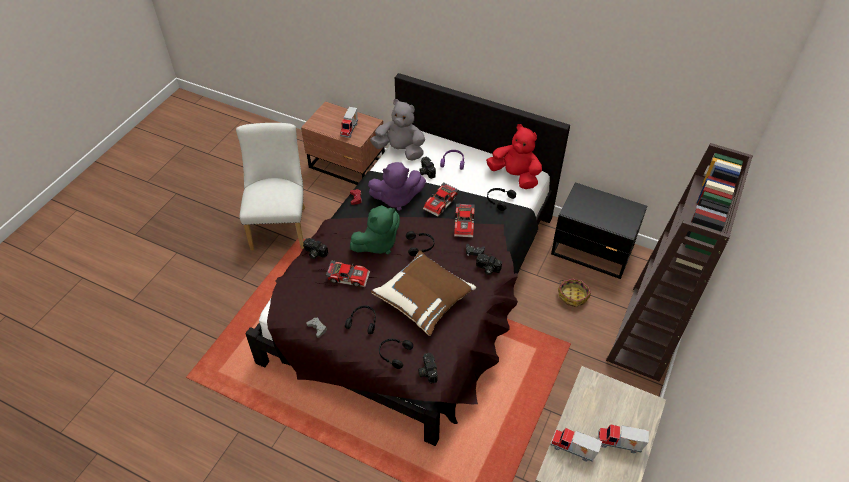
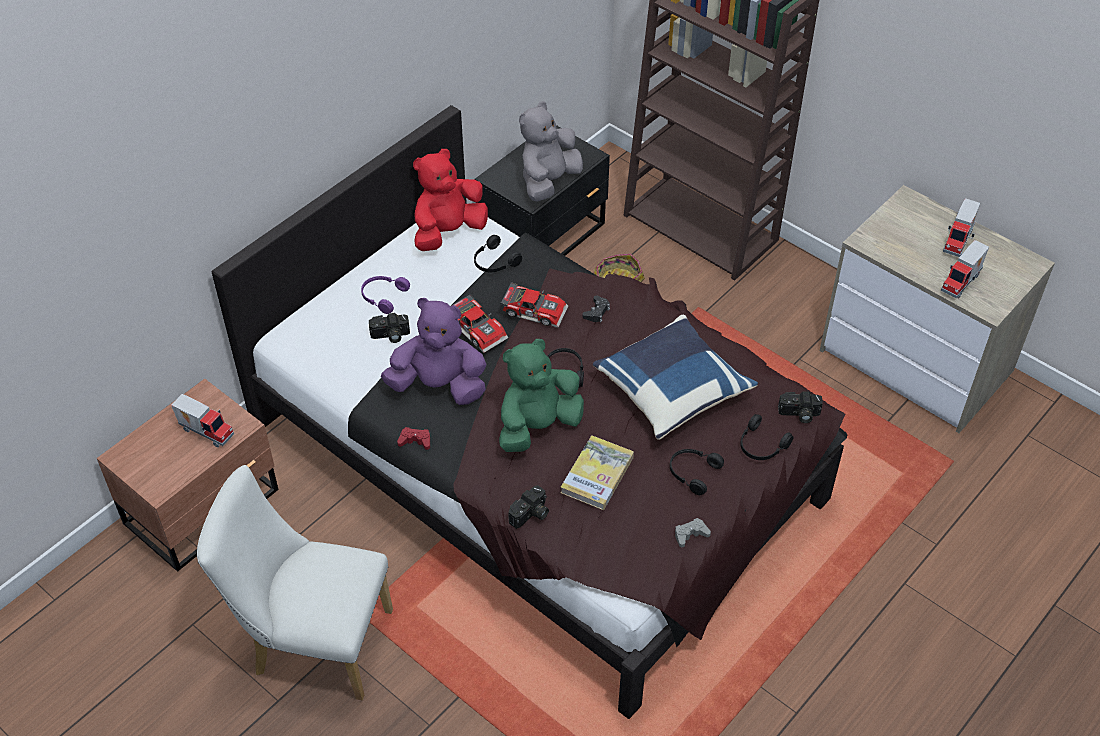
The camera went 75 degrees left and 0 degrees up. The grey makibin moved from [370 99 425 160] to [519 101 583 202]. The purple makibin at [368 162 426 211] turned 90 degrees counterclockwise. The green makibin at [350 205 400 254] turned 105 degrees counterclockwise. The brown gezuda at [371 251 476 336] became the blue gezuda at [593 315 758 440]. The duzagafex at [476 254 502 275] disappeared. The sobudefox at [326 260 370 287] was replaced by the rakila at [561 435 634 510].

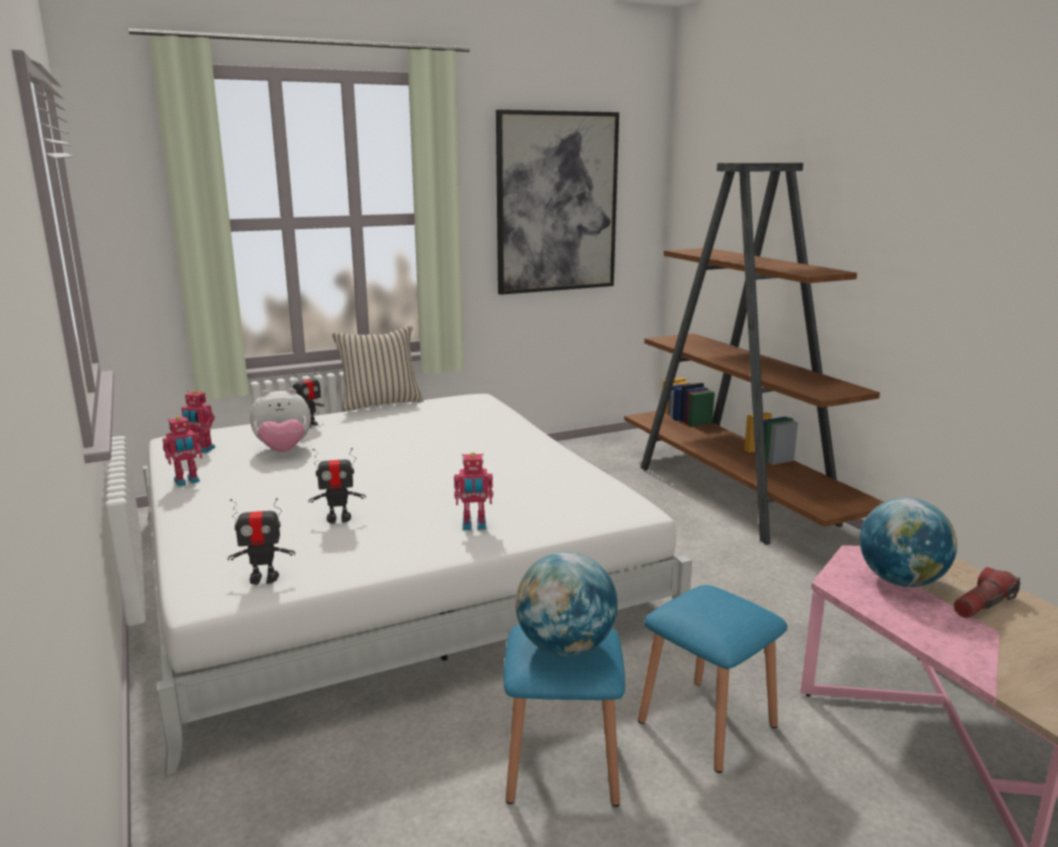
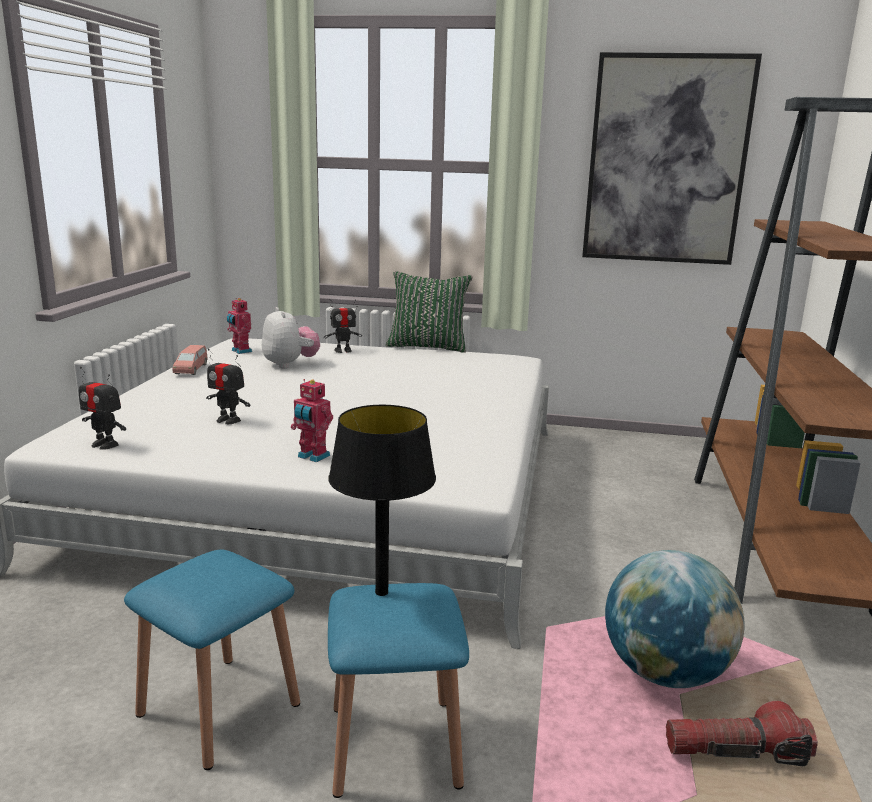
The camera went 35 degrees right and 0 degrees up. The beige gezuda at [332 326 424 411] became the green gezuda at [386 271 473 353]. The makibin at [250 388 311 452] turned 135 degrees counterclockwise. The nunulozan at [163 416 202 486] was replaced by the pink sobudefox at [172 345 208 375]. The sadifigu at [515 552 618 656] disappeared. The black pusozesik at [329 405 436 596] appeared.

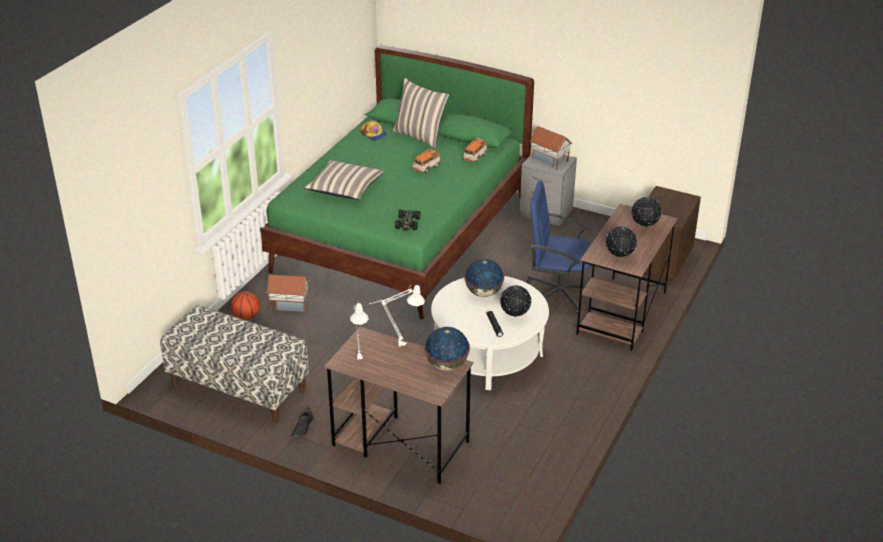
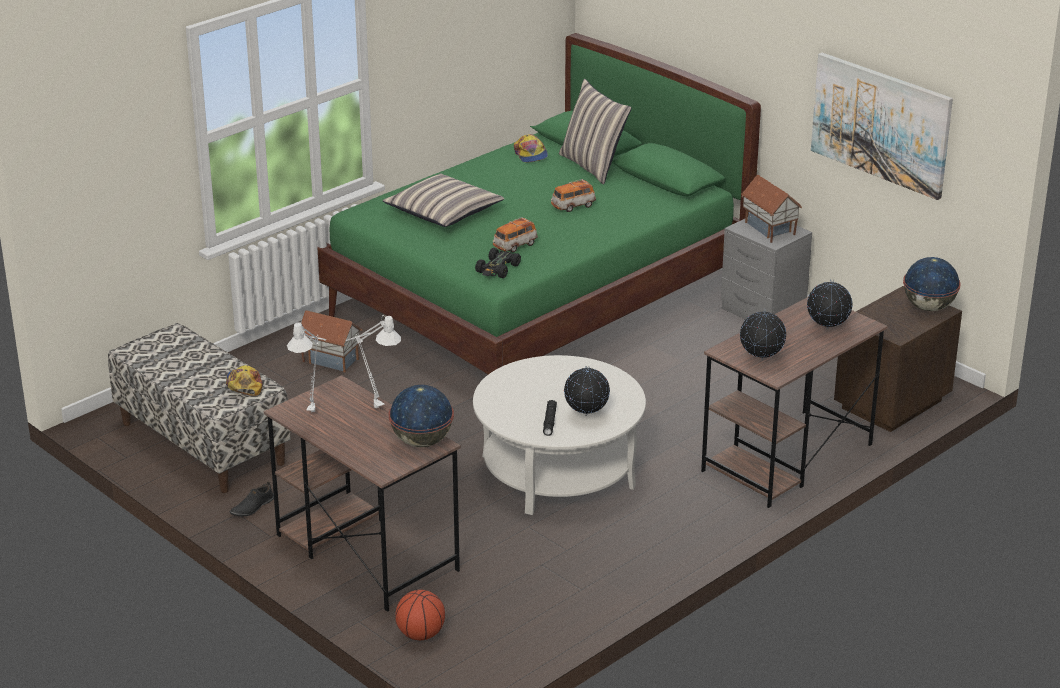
The camera went 20 degrees right and 5 degrees down. The sobudefox moved from [463 138 487 162] to [493 217 538 253]. The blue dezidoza at [527 181 592 314] disappeared. The sadifigu moved from [464 259 504 297] to [903 257 961 311]. The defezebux moved from [231 291 260 320] to [395 590 445 640]. The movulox at [811 53 953 200] appeared. The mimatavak at [226 365 263 396] appeared.

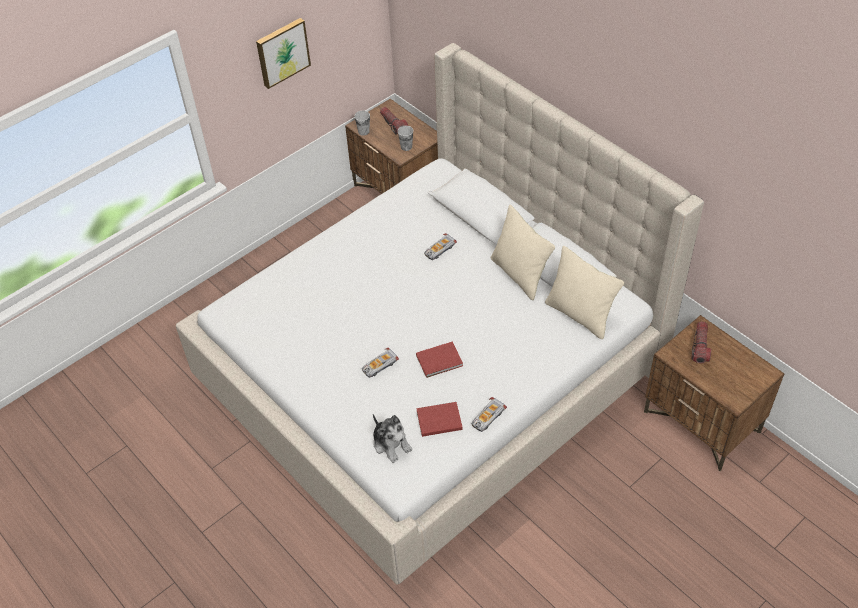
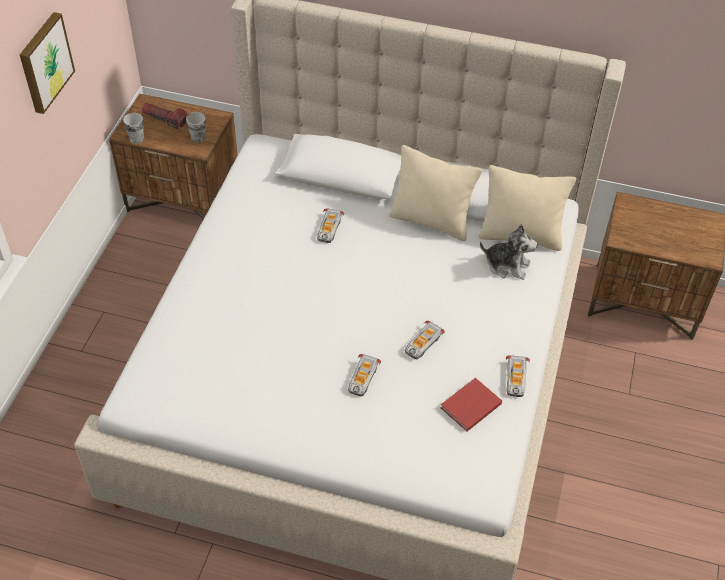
The camera went 35 degrees left and 0 degrees up. The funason at [691 321 711 363] disappeared. The red rakila at [416 341 463 378] was replaced by the sobudefox at [405 321 445 360]. The makibin moved from [373 414 412 463] to [480 224 537 280].

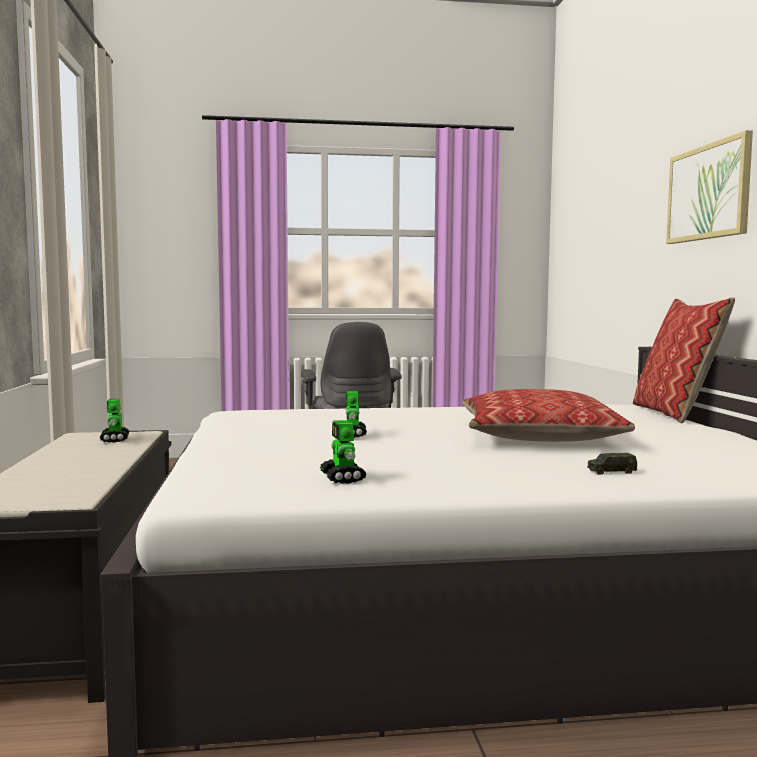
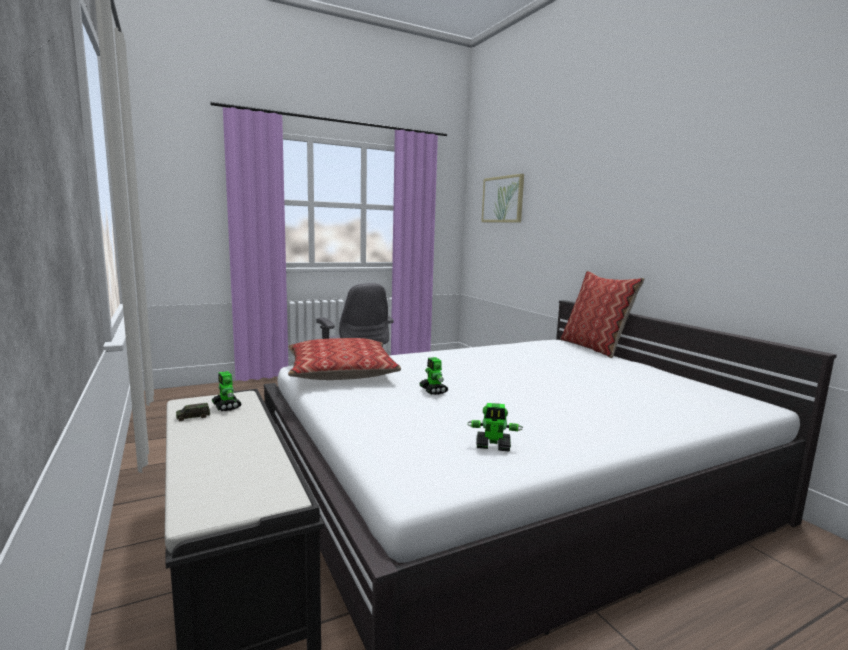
The camera went 20 degrees left and 5 degrees up. The movulox moved from [666 130 753 244] to [481 174 524 223]. The gezuda moved from [462 389 635 442] to [288 338 401 380]. The nunulozan at [320 420 366 484] turned 45 degrees counterclockwise. The sobudefox moved from [587 453 638 475] to [176 403 210 421].

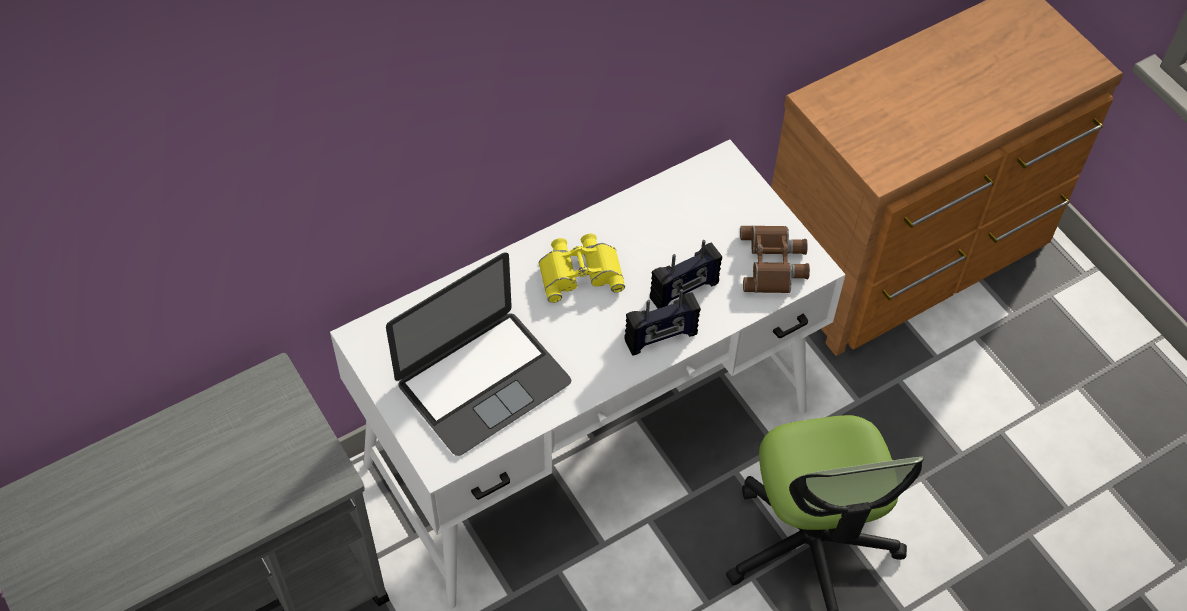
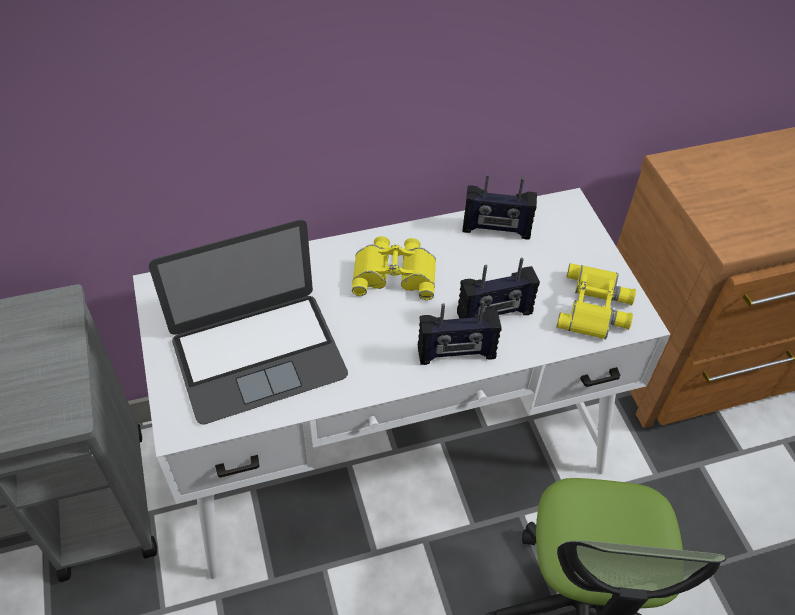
The camera went 15 degrees right and 5 degrees down. The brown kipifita at [740 225 810 293] became the yellow kipifita at [556 263 636 339]. The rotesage at [463 174 537 239] appeared.

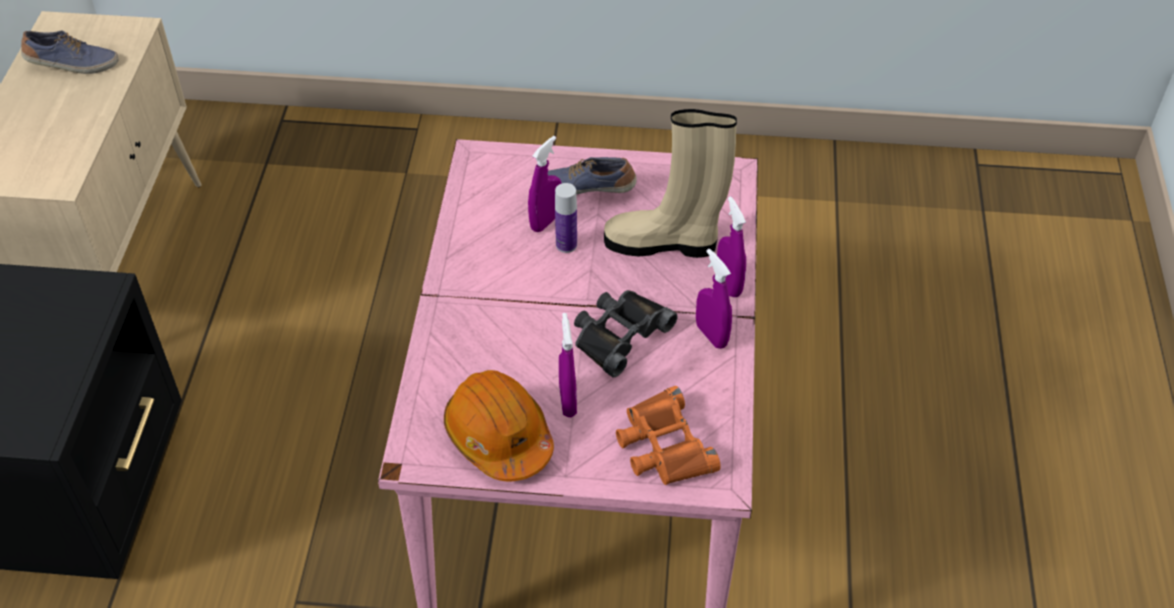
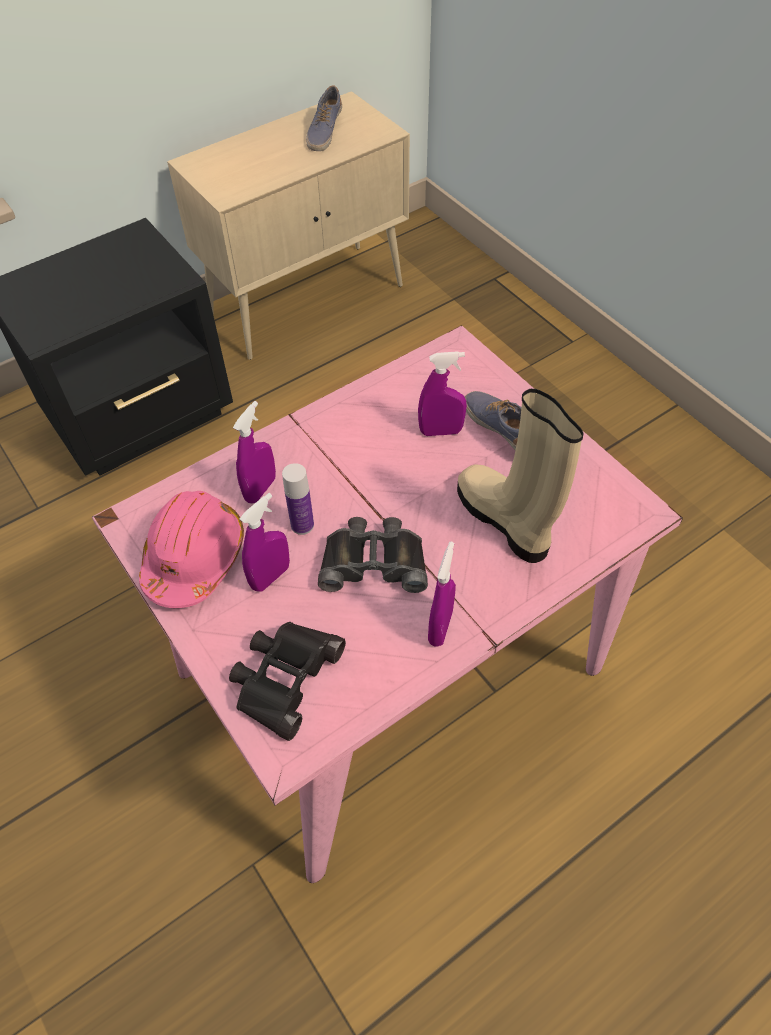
The camera went 50 degrees right and 5 degrees up. The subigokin at [21 31 118 74] turned 60 degrees clockwise. The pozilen moved from [555 183 577 253] to [282 463 314 535]. The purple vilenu moved from [717 196 746 297] to [233 401 276 504]. The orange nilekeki at [444 370 554 482] became the pink nilekeki at [139 491 244 608]. The orange kipifita at [616 386 721 485] became the black kipifita at [229 622 346 741].

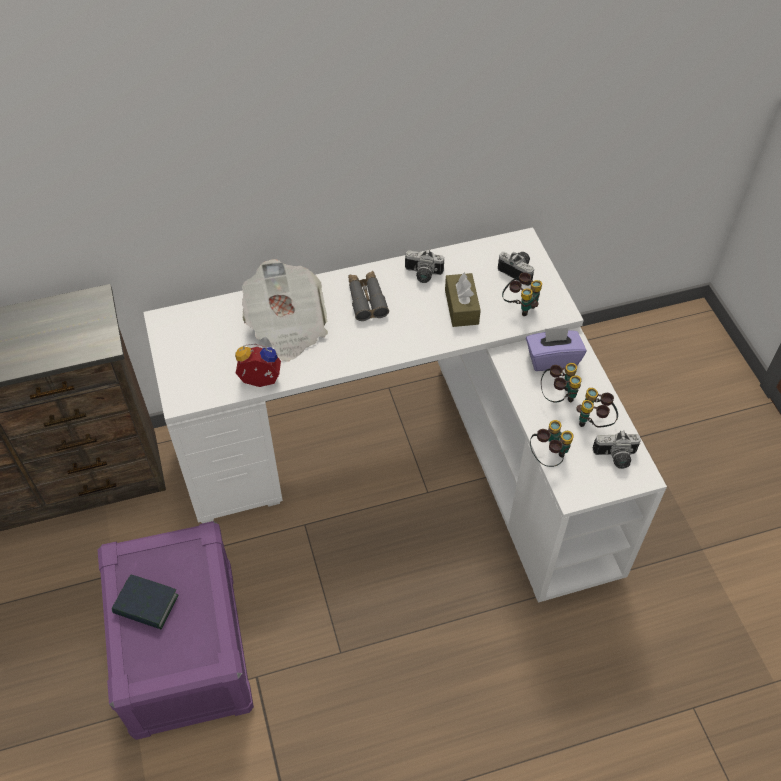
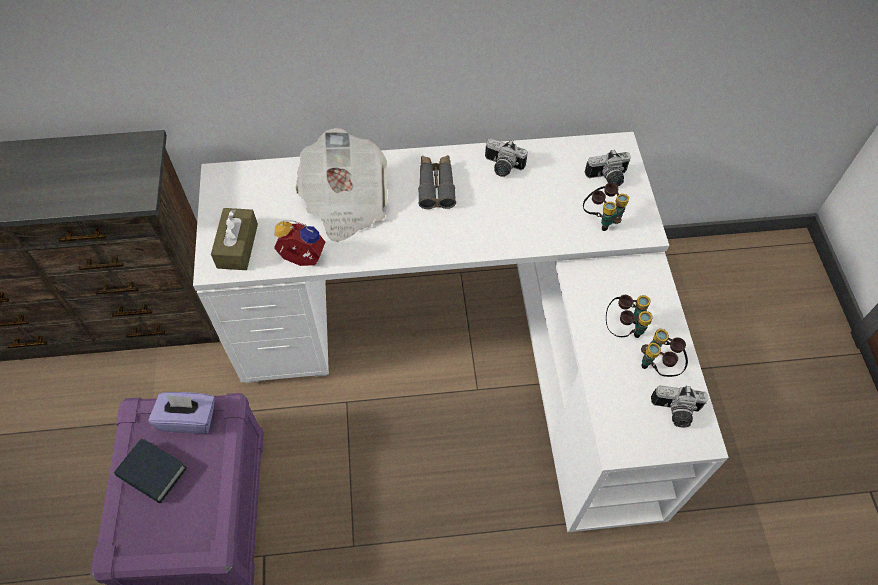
The camera went 10 degrees right and 5 degrees up. The duzagafex at [498 252 535 286] turned 120 degrees clockwise. The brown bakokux moved from [445 273 481 327] to [211 208 258 270]. The purple bakokux moved from [526 327 586 371] to [148 392 215 434]. The kipifita at [530 420 574 467] disappeared.

